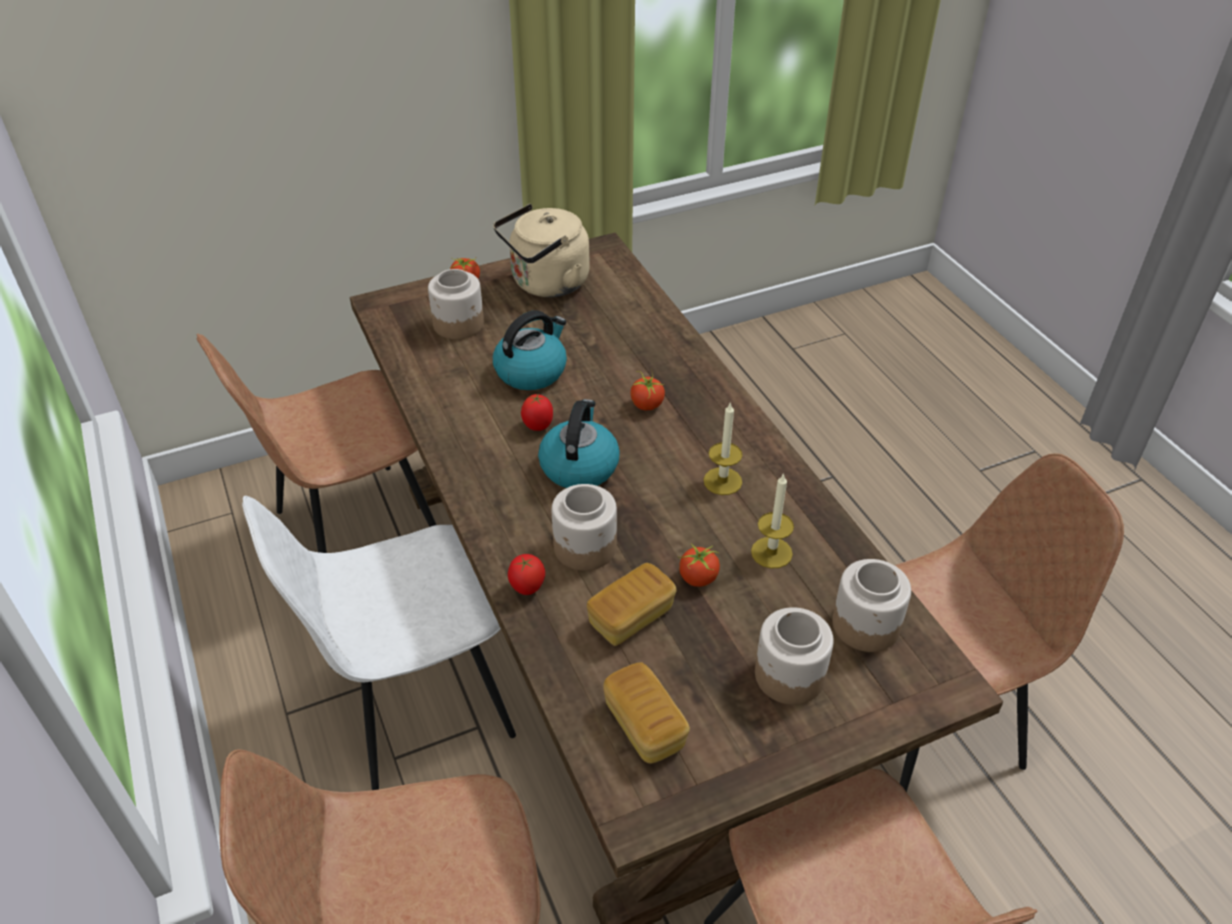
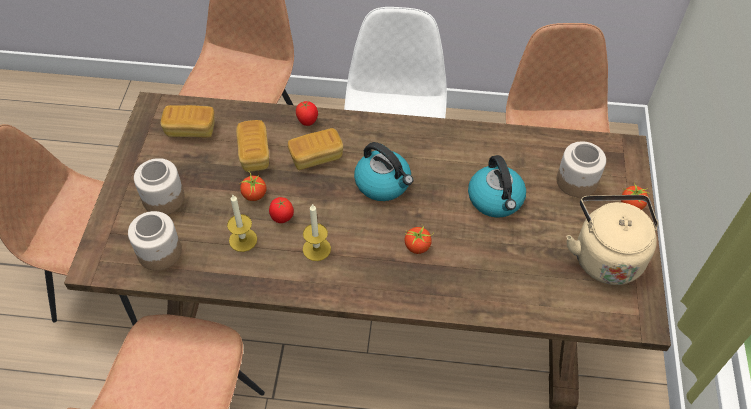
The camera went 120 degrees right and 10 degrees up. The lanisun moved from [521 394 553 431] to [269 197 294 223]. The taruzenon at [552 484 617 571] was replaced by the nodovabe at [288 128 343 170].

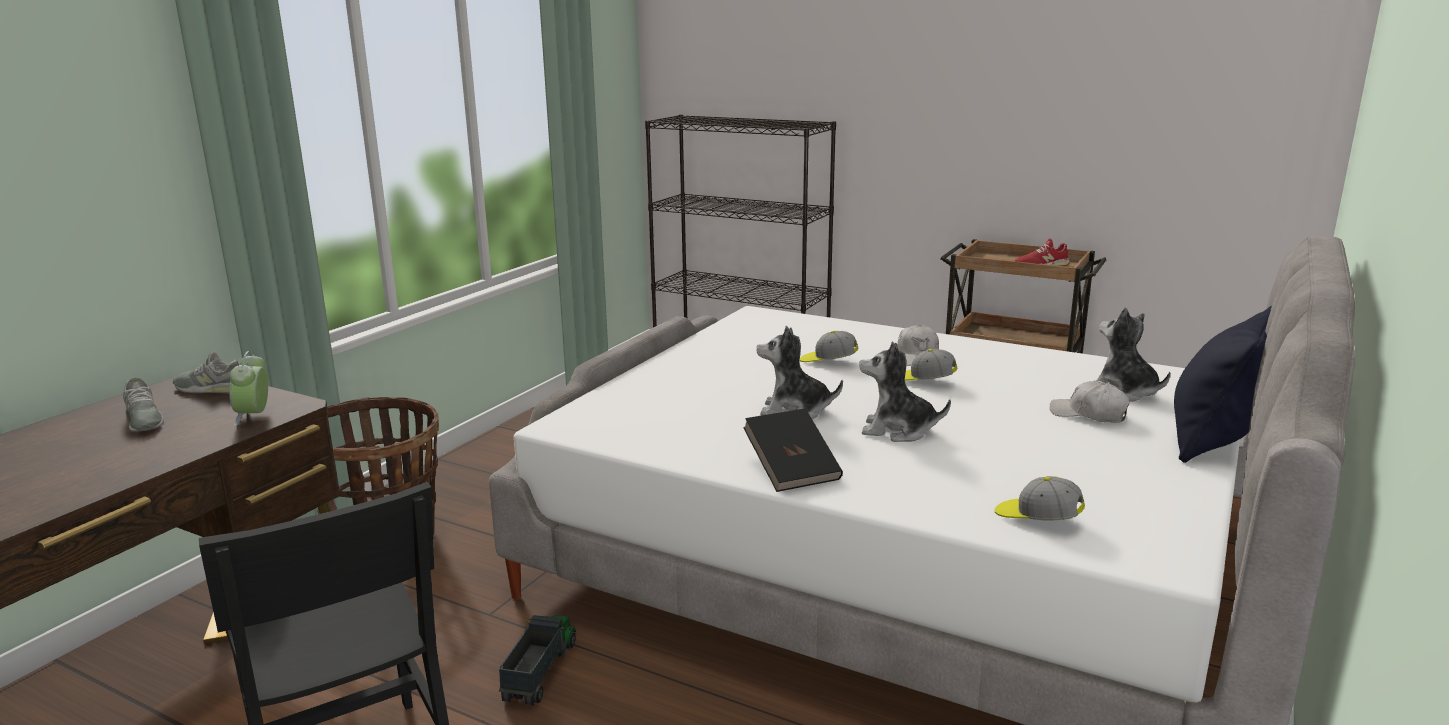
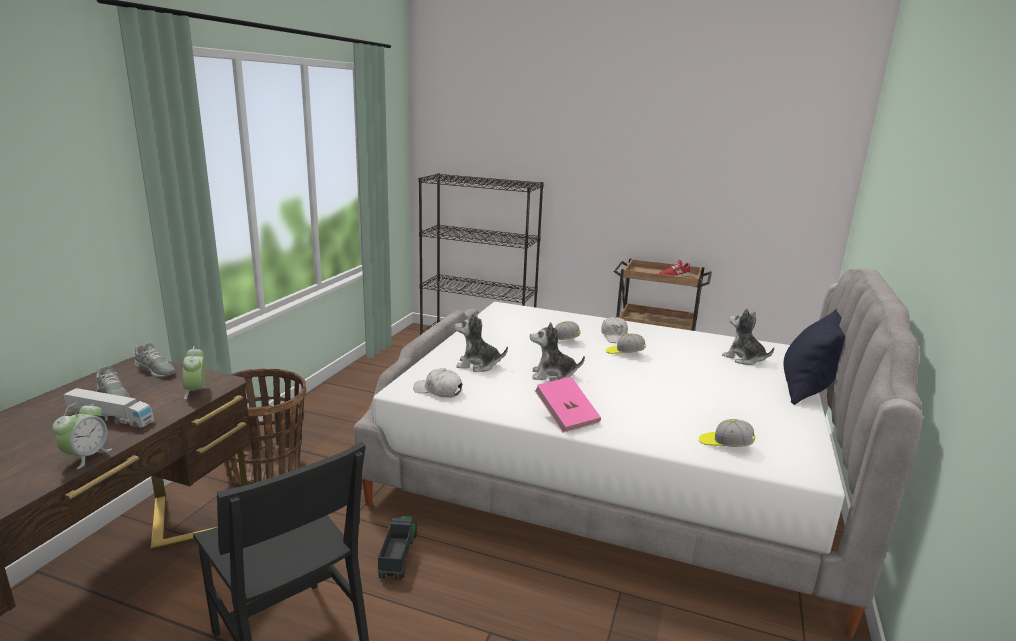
The camera went 10 degrees left and 0 degrees up. The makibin moved from [859 341 951 442] to [455 313 508 372]. The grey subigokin at [173 352 239 393] turned 150 degrees counterclockwise. The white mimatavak moved from [1050 381 1129 423] to [413 368 462 397]. The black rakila at [743 408 843 492] became the pink rakila at [534 377 601 433]. The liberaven at [63 388 154 428] appeared. The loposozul at [52 402 112 469] appeared.

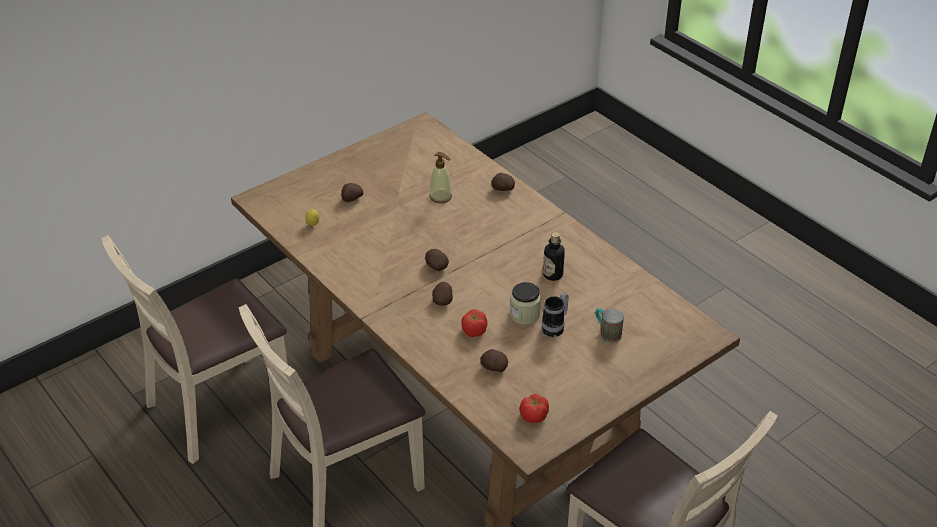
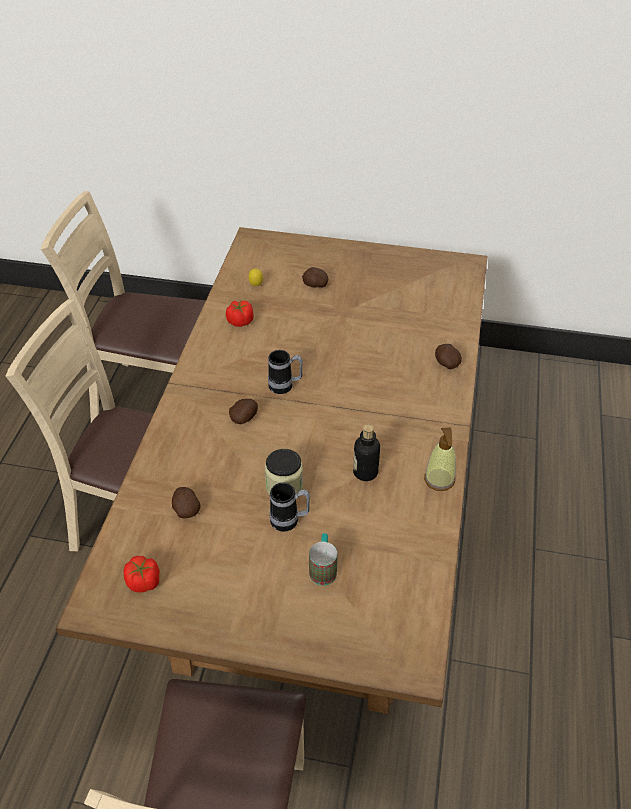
The camera went 50 degrees right and 5 degrees up. The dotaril moved from [429 152 452 203] to [424 427 456 491]. The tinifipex at [425 249 449 271] was replaced by the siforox at [268 350 303 394]. The lanisun moved from [462 309 487 337] to [226 301 254 327].

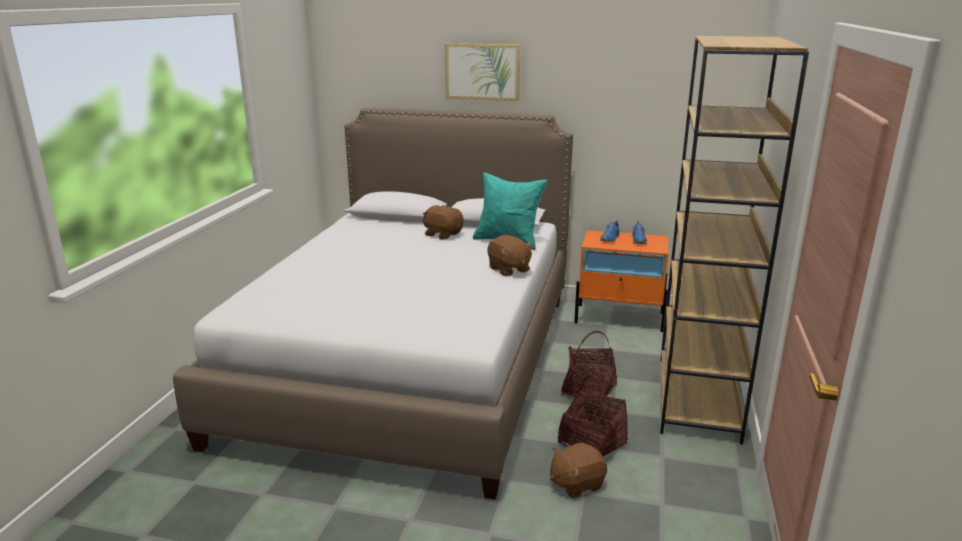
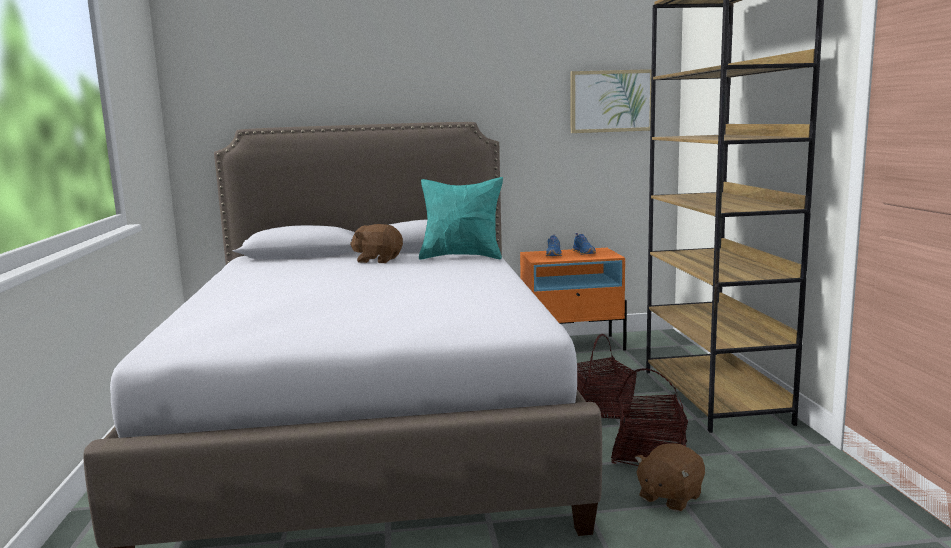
The camera went 20 degrees left and 10 degrees down. The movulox moved from [445 43 520 101] to [570 69 652 133]. The brown makibin at [487 235 533 276] disappeared.

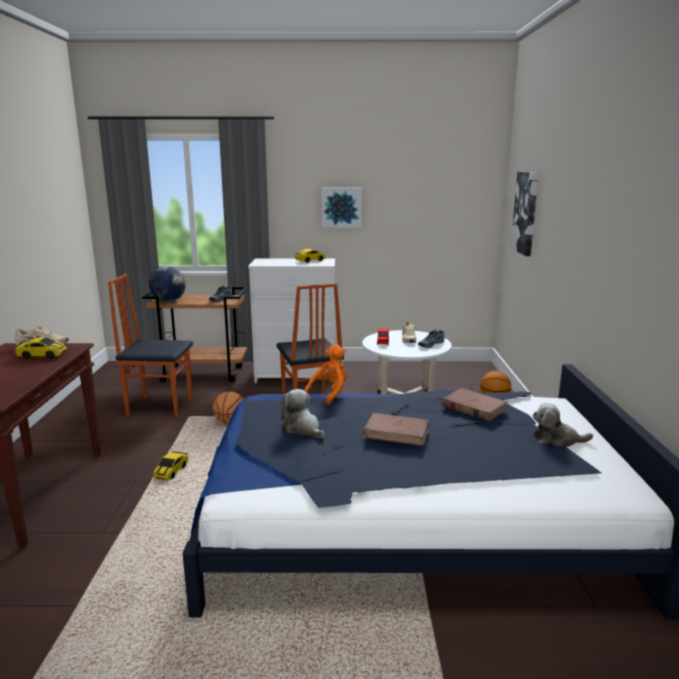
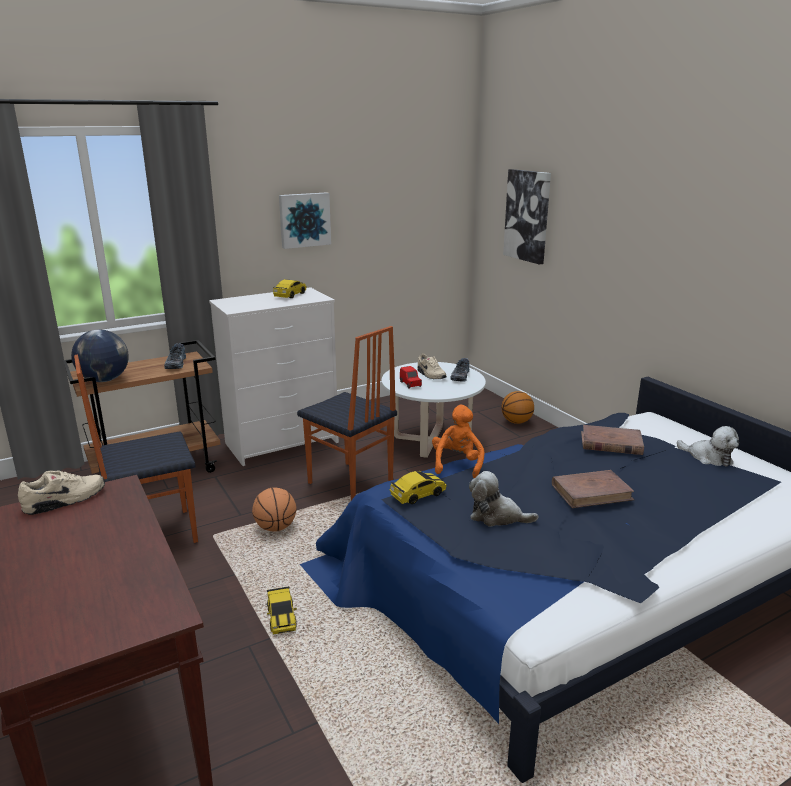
The camera went 30 degrees left and 5 degrees up. The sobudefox moved from [15 337 67 359] to [390 471 446 504]. The makibin at [533 403 593 447] turned 105 degrees counterclockwise.

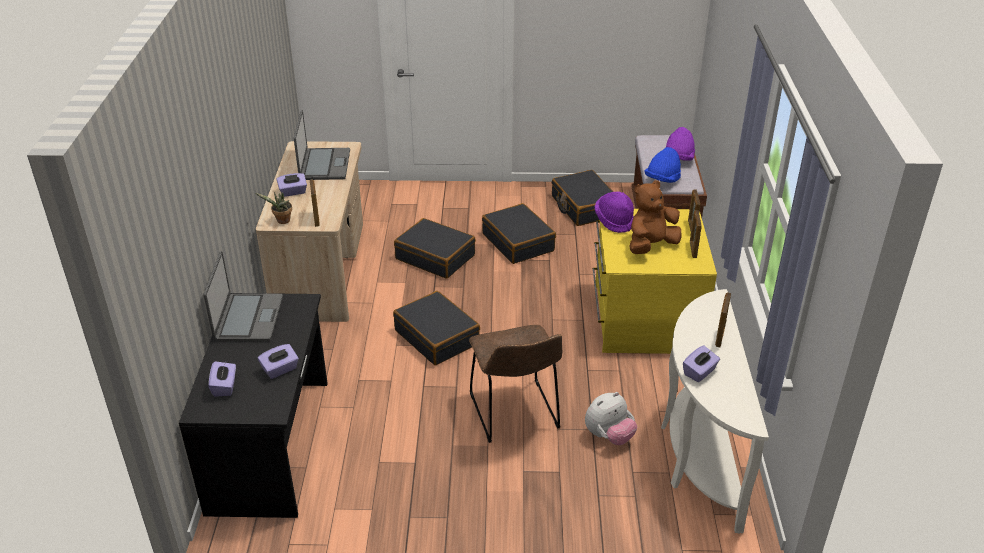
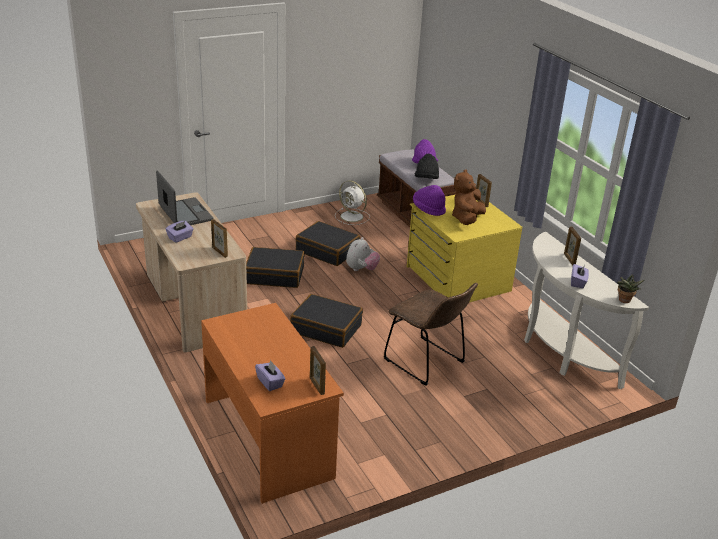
The camera went 30 degrees left and 5 degrees down. The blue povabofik at [644 147 681 183] became the black povabofik at [415 154 439 179]. The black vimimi at [552 170 613 226] was replaced by the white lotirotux at [335 180 370 225]. The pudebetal moved from [255 192 292 224] to [617 274 644 303]. The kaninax moved from [690 210 702 258] to [310 346 326 395]. The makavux at [204 251 283 341] disappeared. The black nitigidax at [179 293 328 518] became the orange nitigidax at [201 303 344 504]. The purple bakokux at [258 344 299 379] disappeared. The makibin moved from [585 392 637 445] to [346 237 380 271].

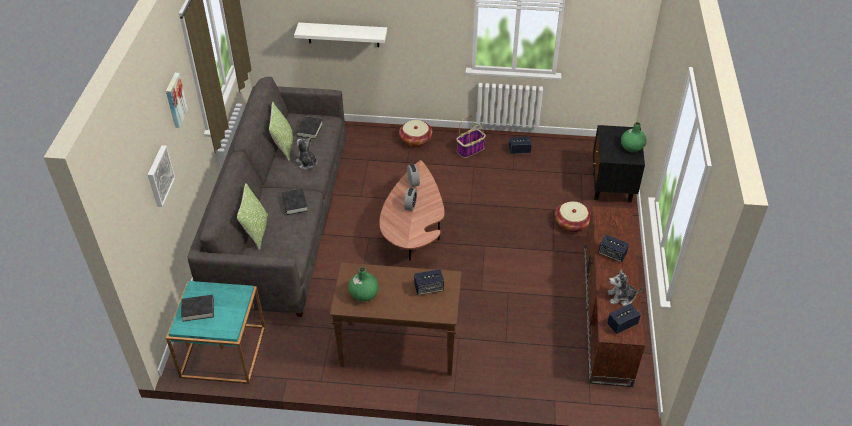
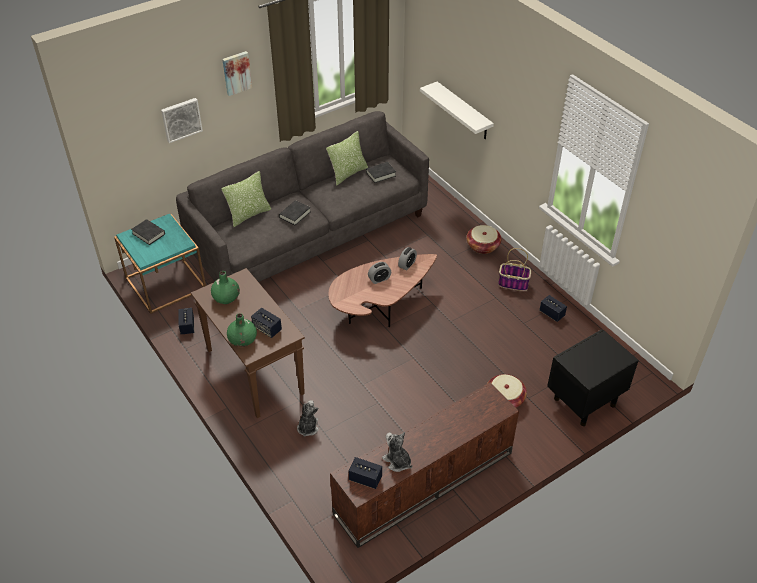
The camera went 50 degrees right and 0 degrees up. The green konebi moved from [621 122 647 152] to [227 313 257 347]. The makibin moved from [296 137 317 170] to [297 400 319 437]. The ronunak moved from [598 235 629 263] to [178 308 194 335].

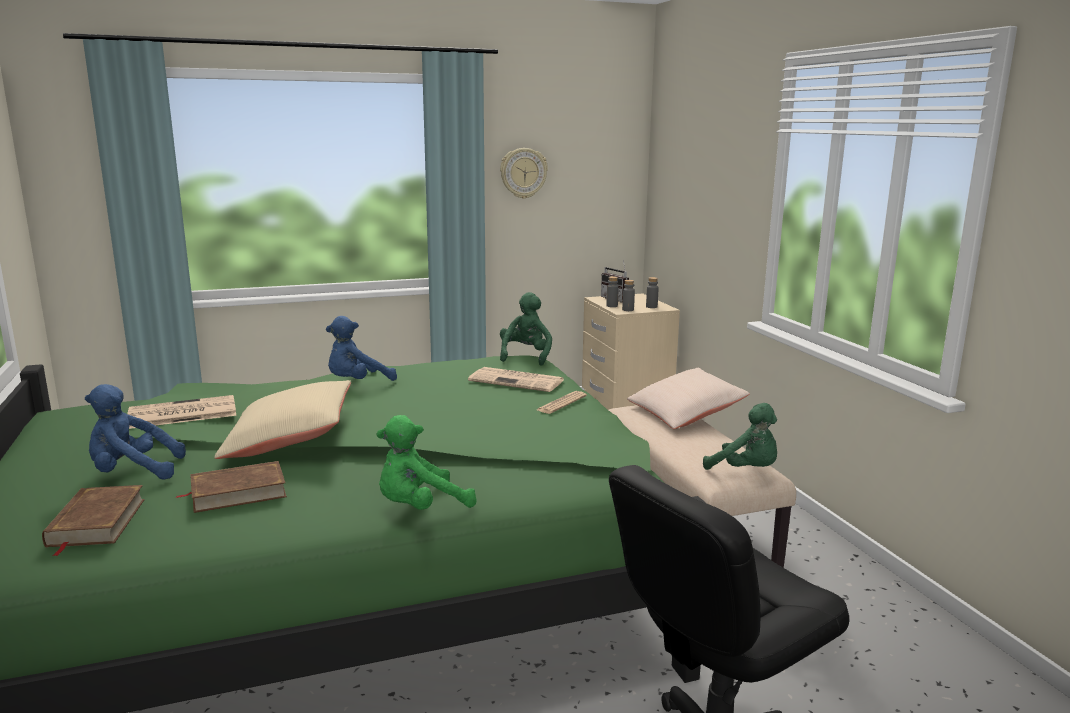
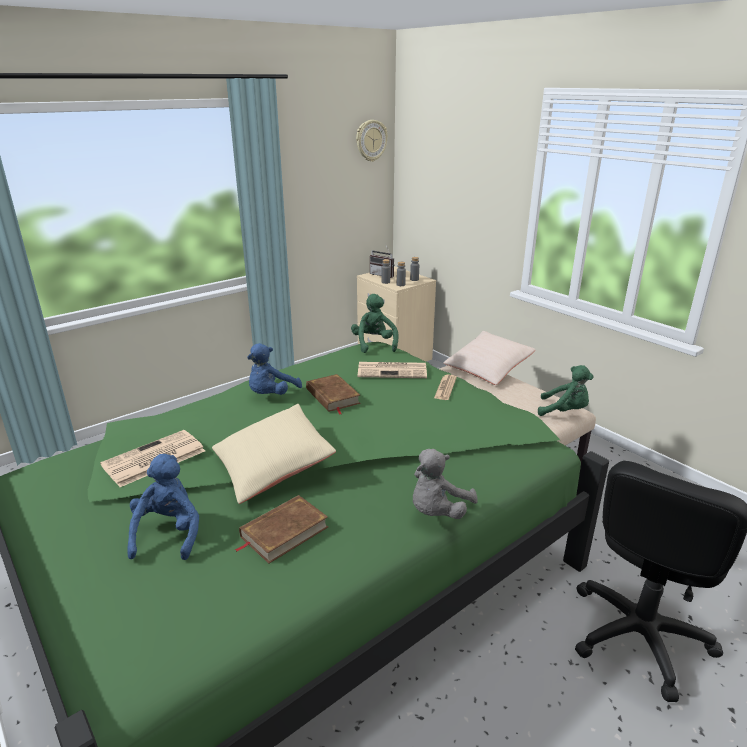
The camera went 20 degrees left and 10 degrees up. The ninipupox moved from [500 148 548 199] to [356 120 388 162]. The blue makibin at [85 384 186 480] turned 120 degrees clockwise. The green makibin at [376 415 477 510] became the grey makibin at [413 449 478 519]. The brown rakila moved from [42 485 145 556] to [306 374 361 415].

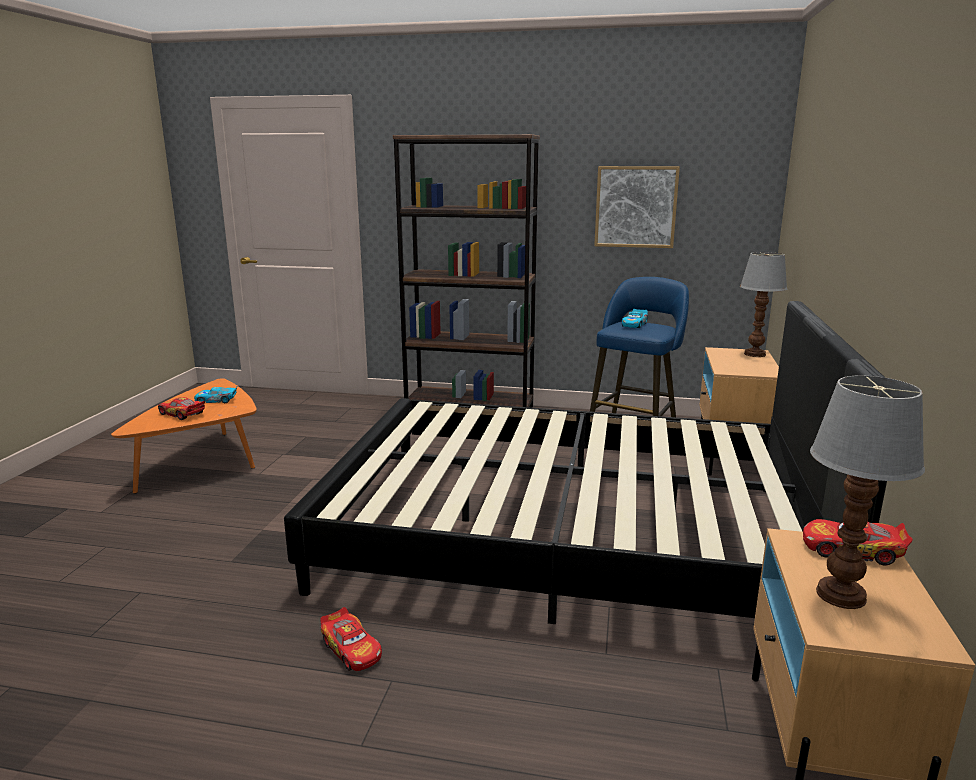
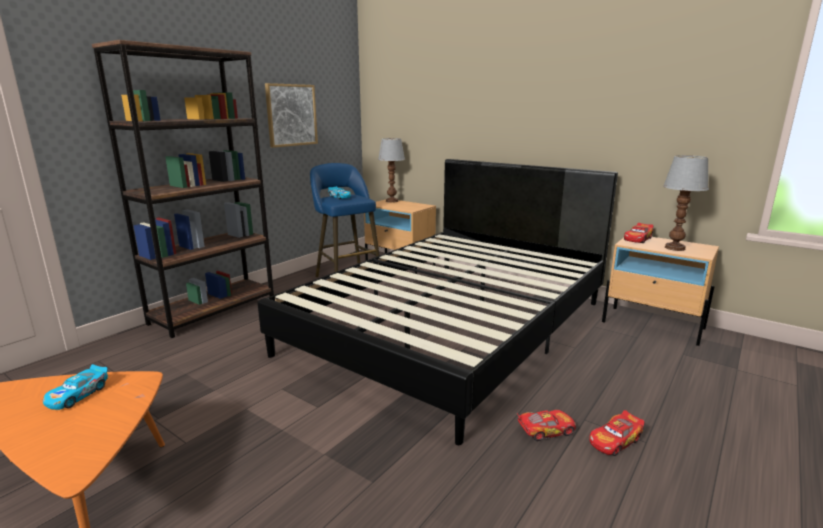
The camera went 65 degrees left and 0 degrees up. The sobudefox moved from [158 397 205 420] to [589 410 645 456].

